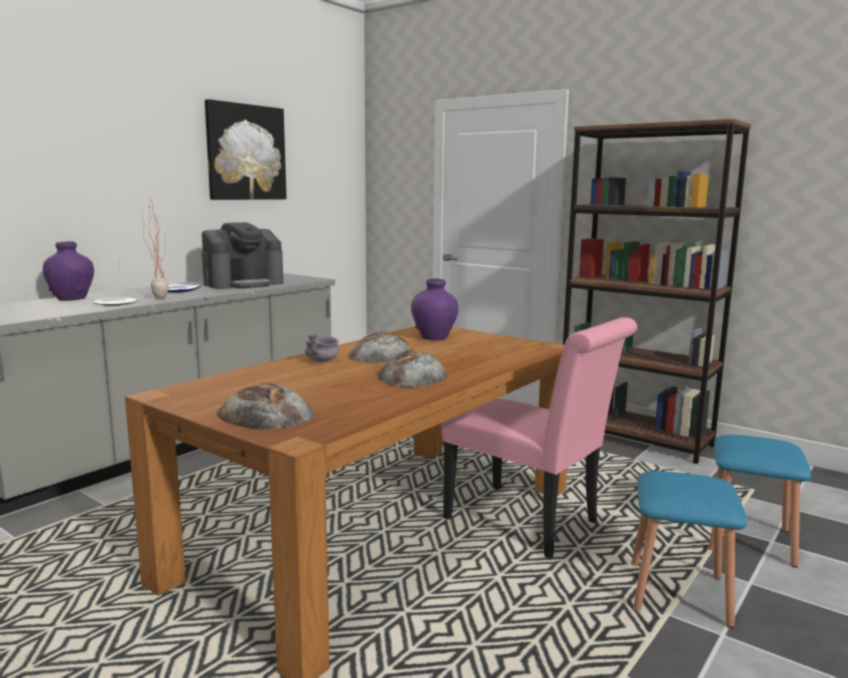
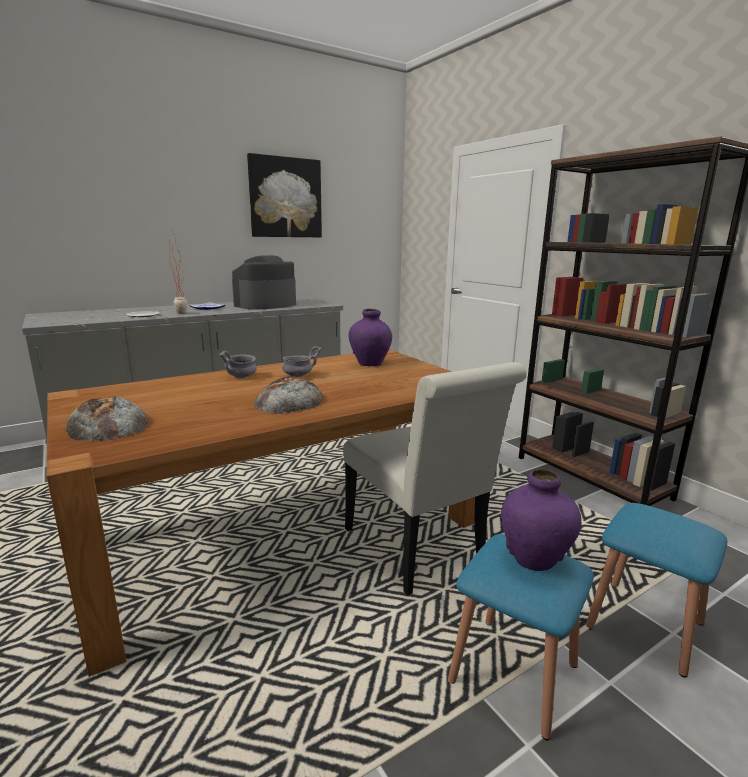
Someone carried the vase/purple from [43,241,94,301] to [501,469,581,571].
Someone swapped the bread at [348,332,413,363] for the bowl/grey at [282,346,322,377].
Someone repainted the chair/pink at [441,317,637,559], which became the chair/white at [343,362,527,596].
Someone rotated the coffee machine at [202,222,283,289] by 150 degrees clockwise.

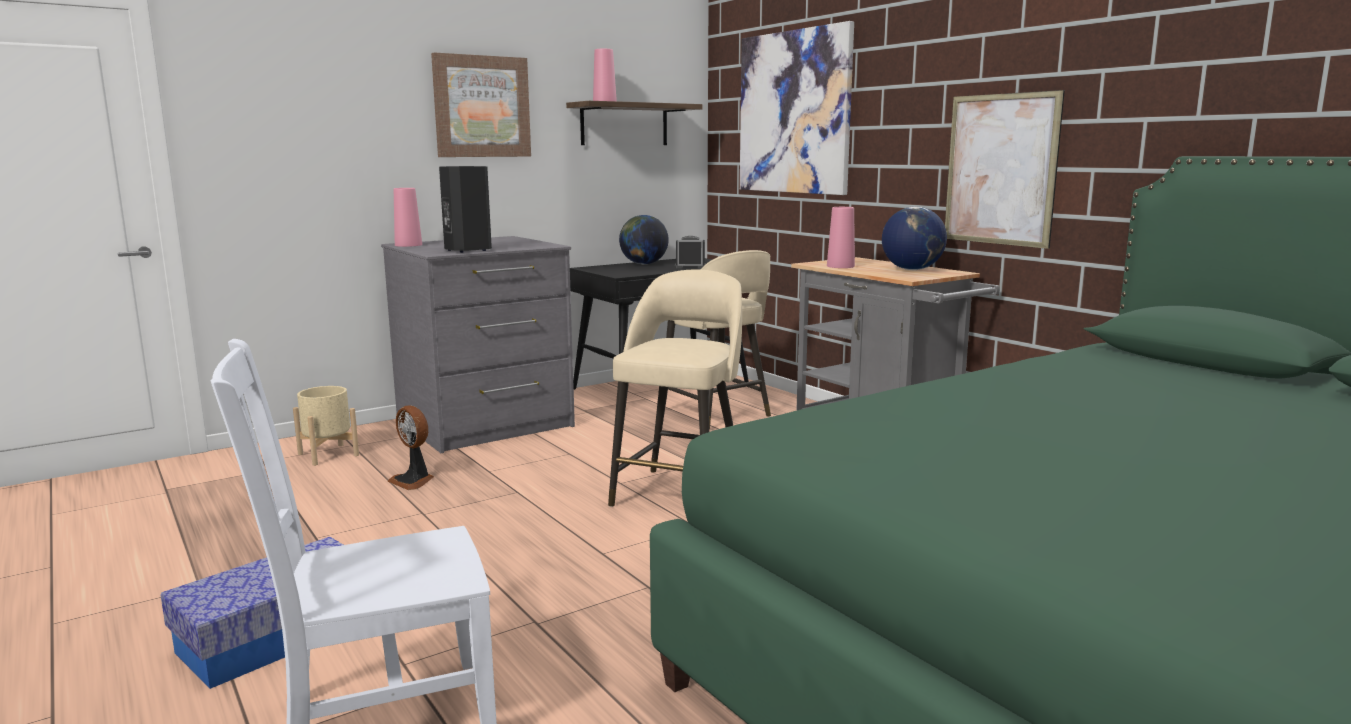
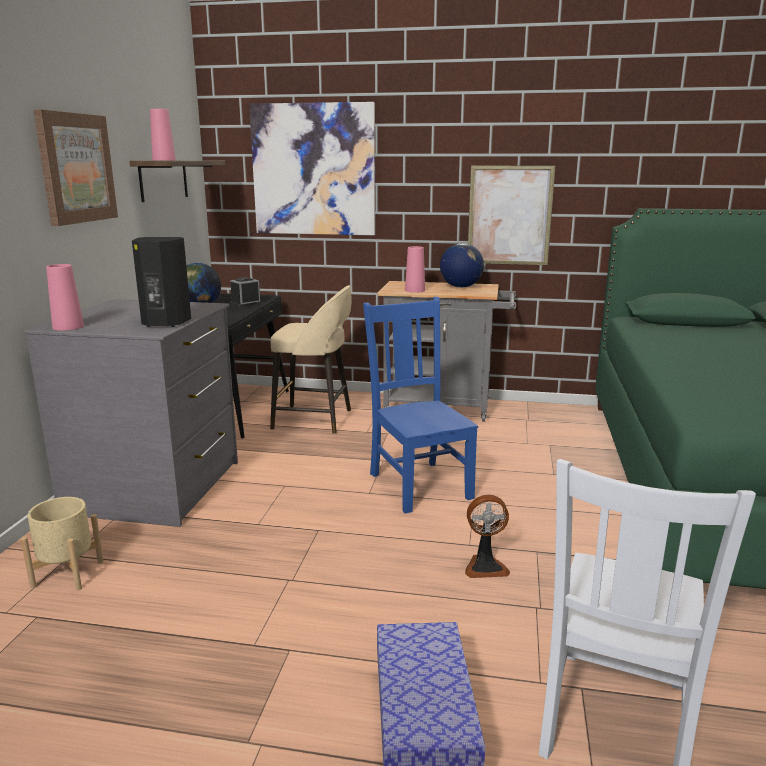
Someone carried the fan from [388,406,434,490] to [465,495,510,578].
Someone swapped the stool/beige at [608,269,742,507] for the chair/blue at [363,297,478,514].

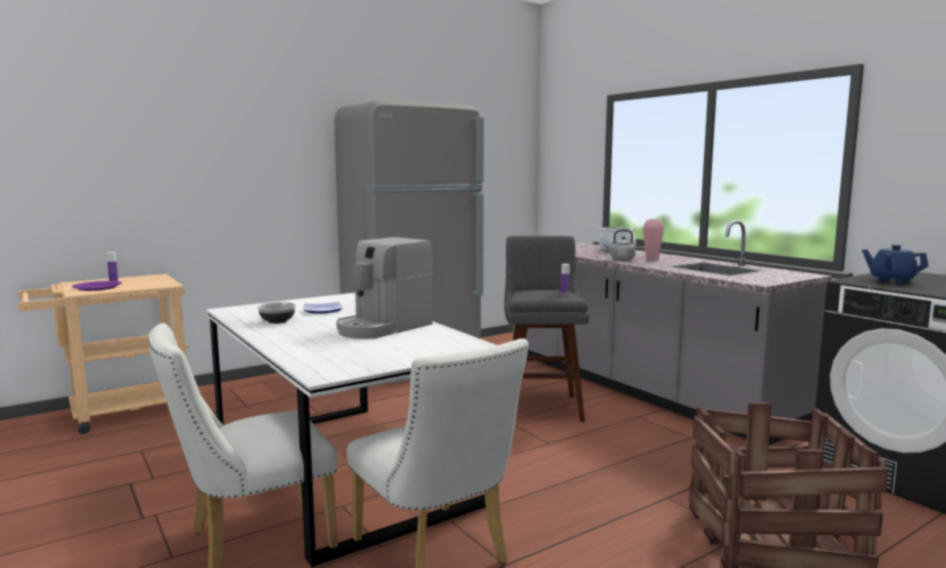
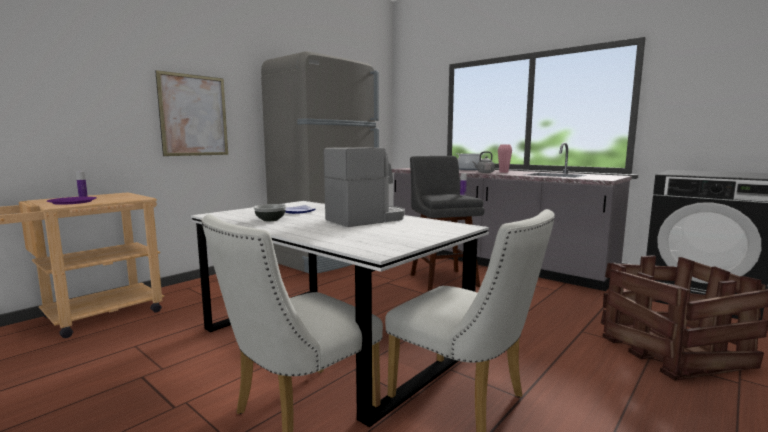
Someone took away the teapot/blue at [862,245,929,284].
Someone put up the picture at [155,70,228,156].
Someone rotated the coffee machine at [336,237,433,339] by 150 degrees counterclockwise.

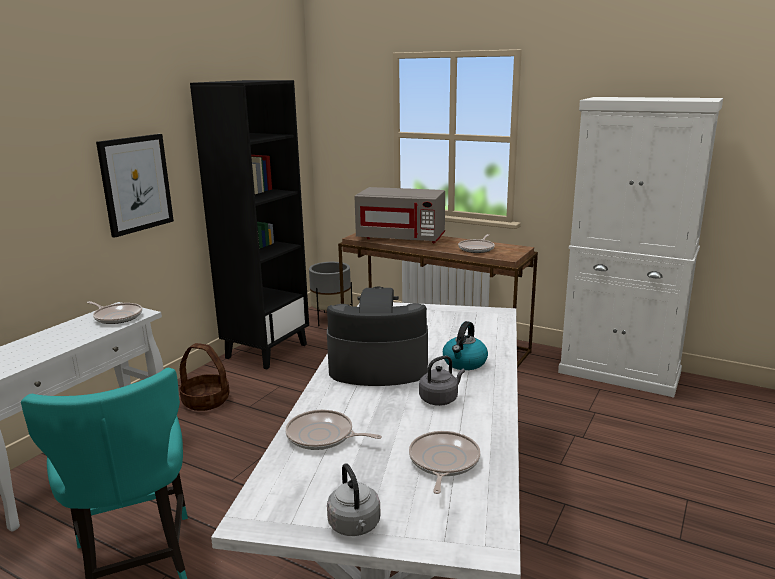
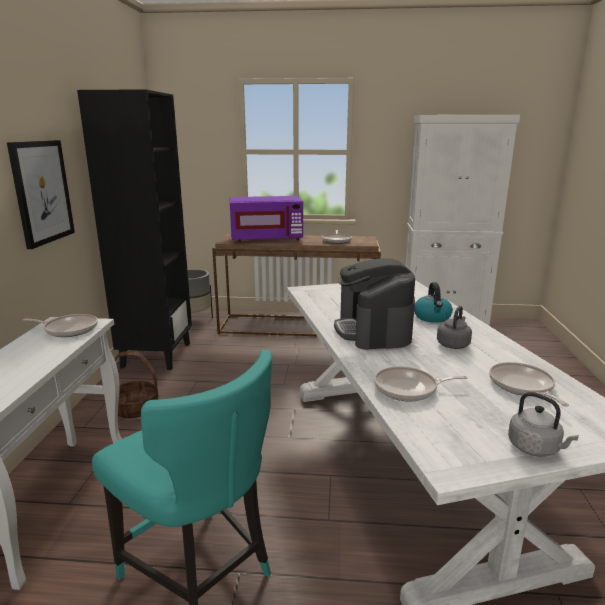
Someone repainted the microwave/grey at [355,187,445,243], which became the microwave/purple at [230,196,303,242].
Someone rotated the coffee machine at [327,287,428,386] by 75 degrees counterclockwise.

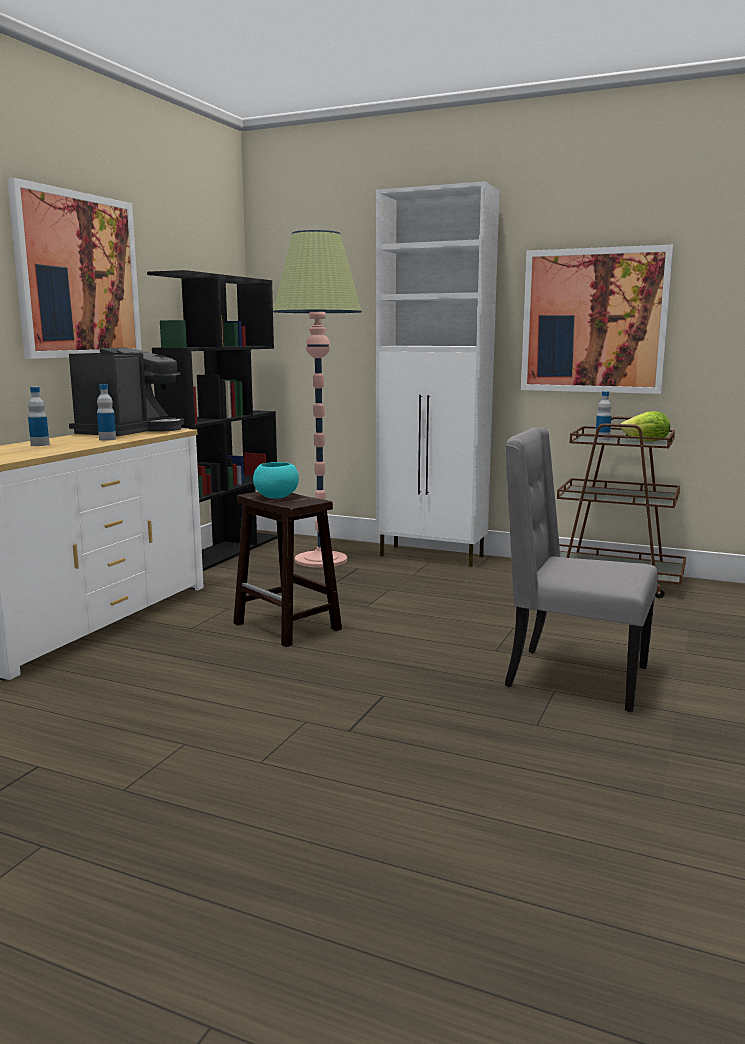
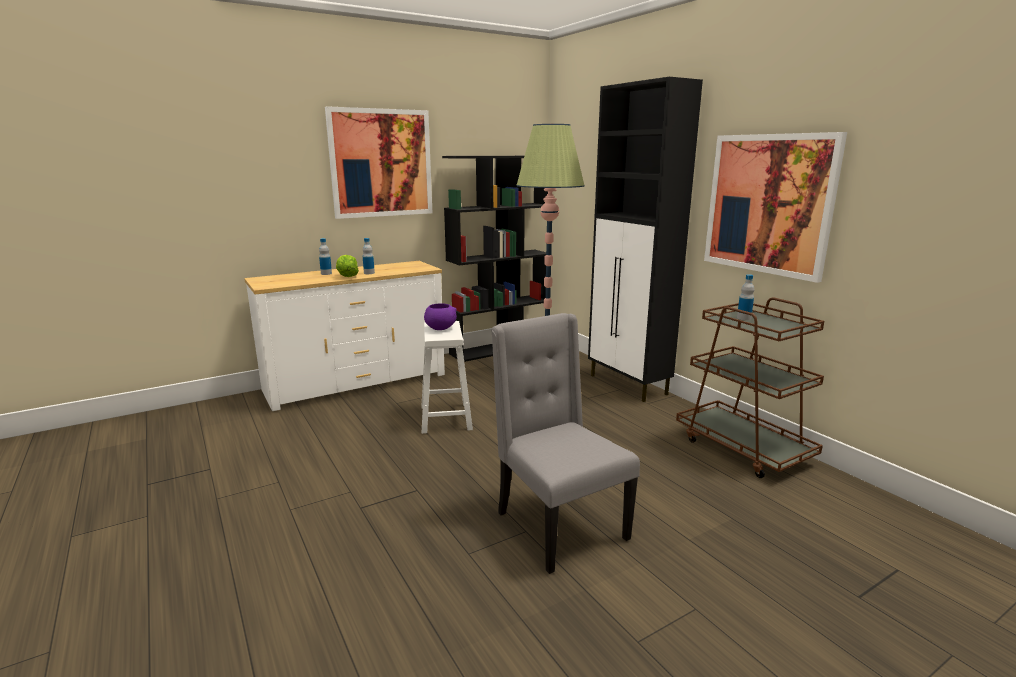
Someone took away the coffee machine at [69,348,184,436].
Someone carried the lettuce from [620,411,670,441] to [336,255,359,277].
Someone repainted the stool/brown at [233,492,342,647], which became the stool/white at [421,321,473,434].
Someone repainted the bowl/turquoise at [253,462,299,499], which became the bowl/purple at [424,304,457,330].
Someone repainted the cabinet/white at [376,181,499,567], which became the cabinet/black at [588,77,703,402].

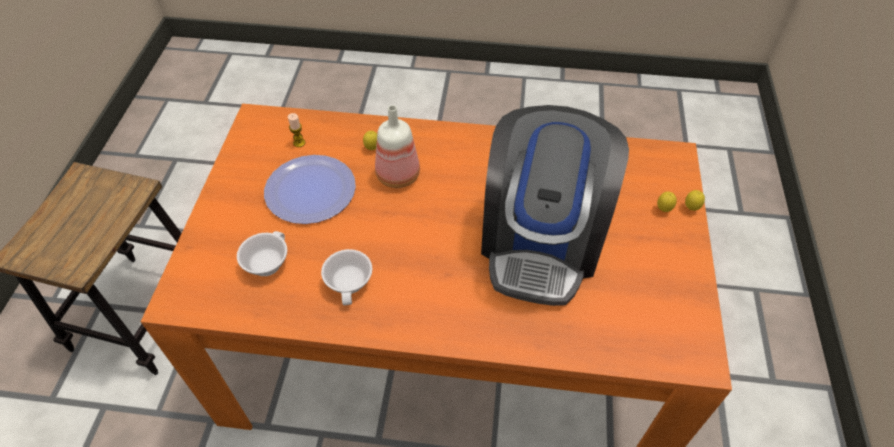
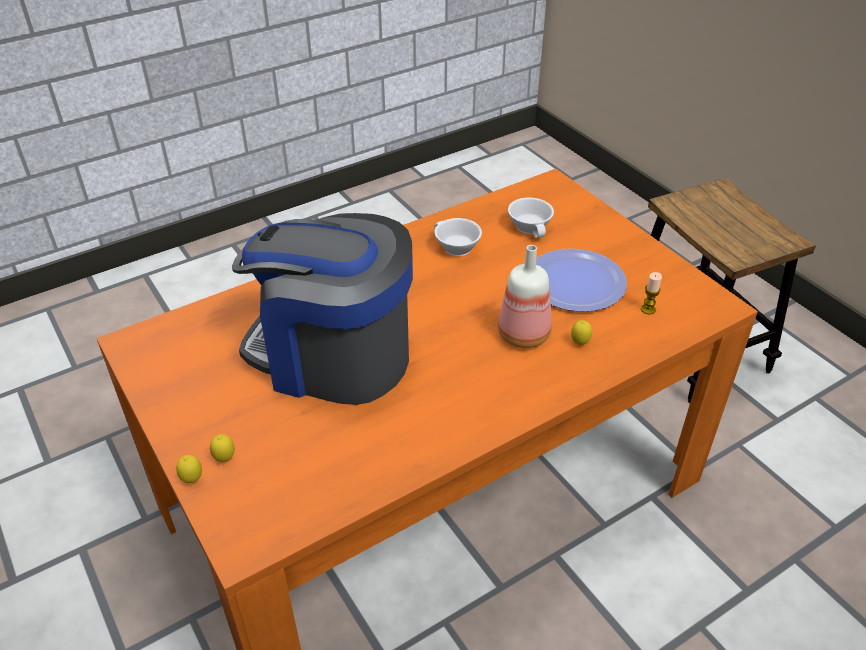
Someone rotated the coffee machine at [481,105,629,306] by 45 degrees counterclockwise.

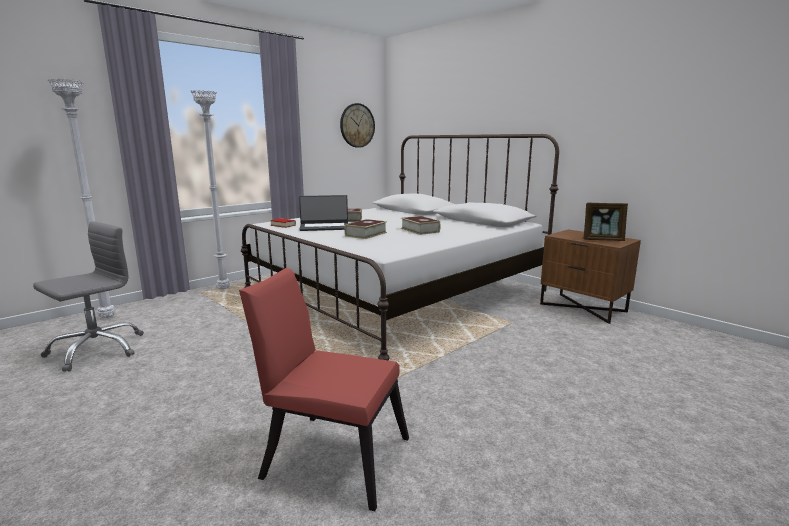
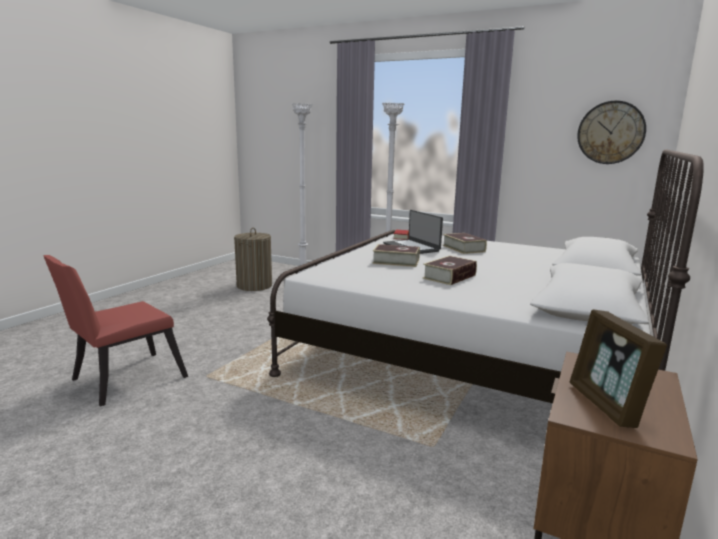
Someone swapped the office chair/grey at [33,221,144,372] for the laundry basket at [234,227,272,291].
Someone rotated the chair/red at [239,268,409,511] by 135 degrees counterclockwise.

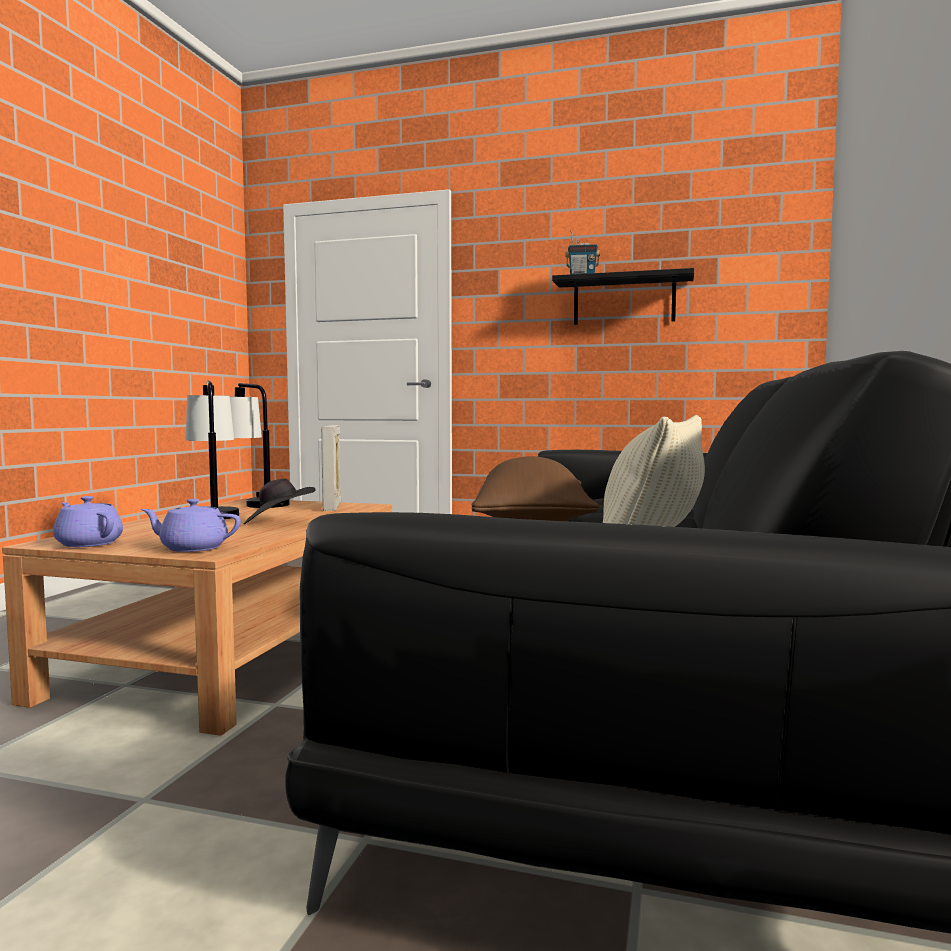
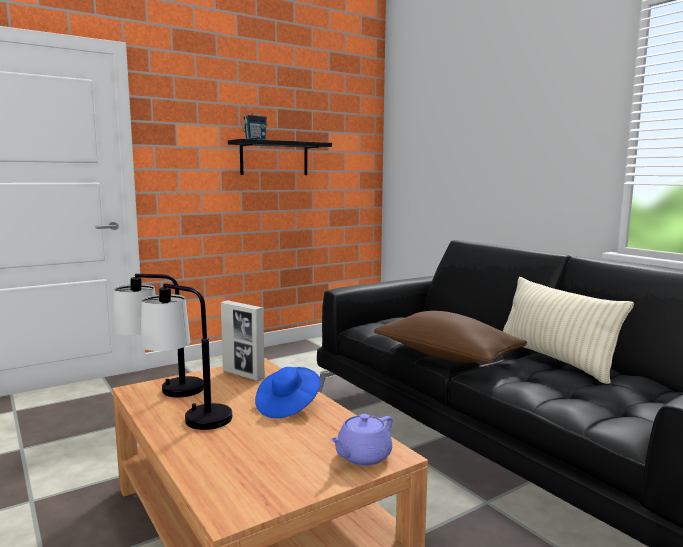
Someone took away the teapot/purple at [53,496,123,547].
Someone repainted the hat/black at [244,479,316,524], which became the hat/blue at [255,367,321,418].

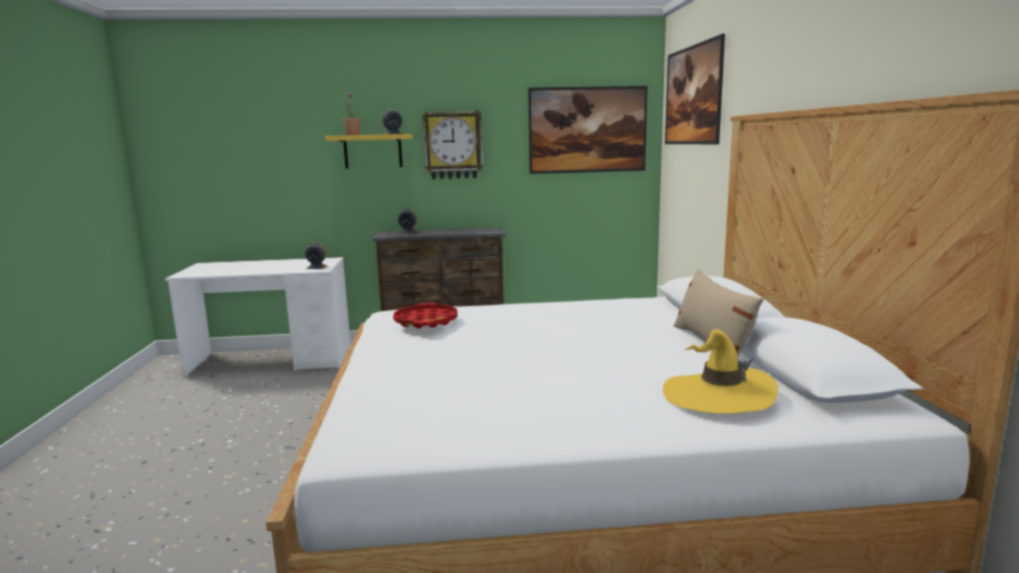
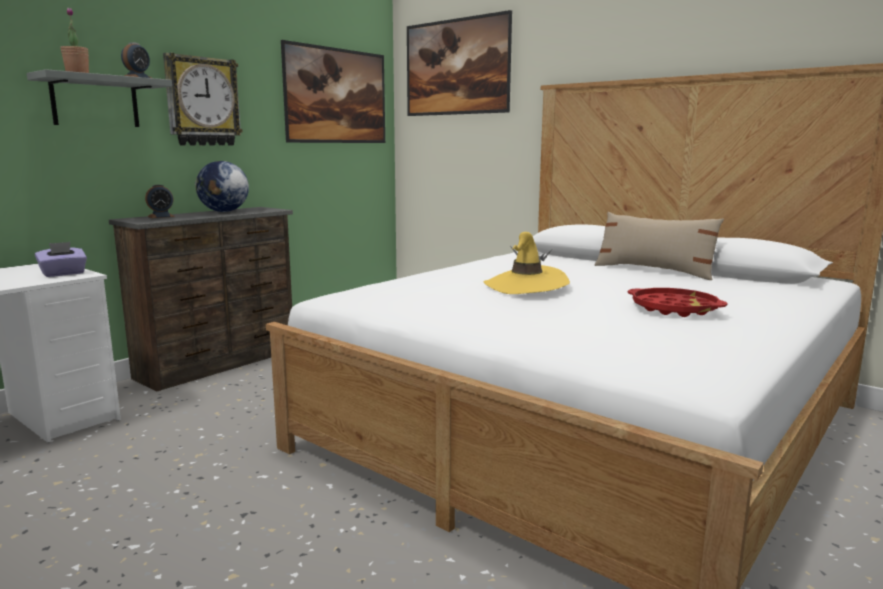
Someone put down the globe at [195,161,249,212].
Someone carried the tray/red from [393,303,458,329] to [628,288,728,317].
Someone carried the hat/yellow from [663,329,778,414] to [484,232,570,294].
Someone swapped the alarm clock at [305,243,327,269] for the tissue box/purple at [35,242,87,277].
Someone repainted the shelf/yellow at [325,134,413,169], which became the shelf/grey at [27,69,172,127].

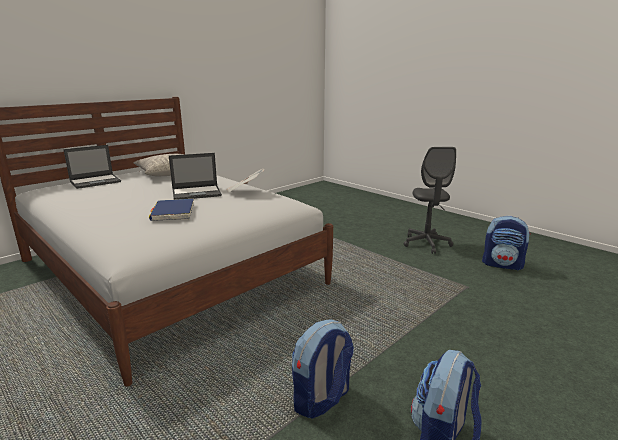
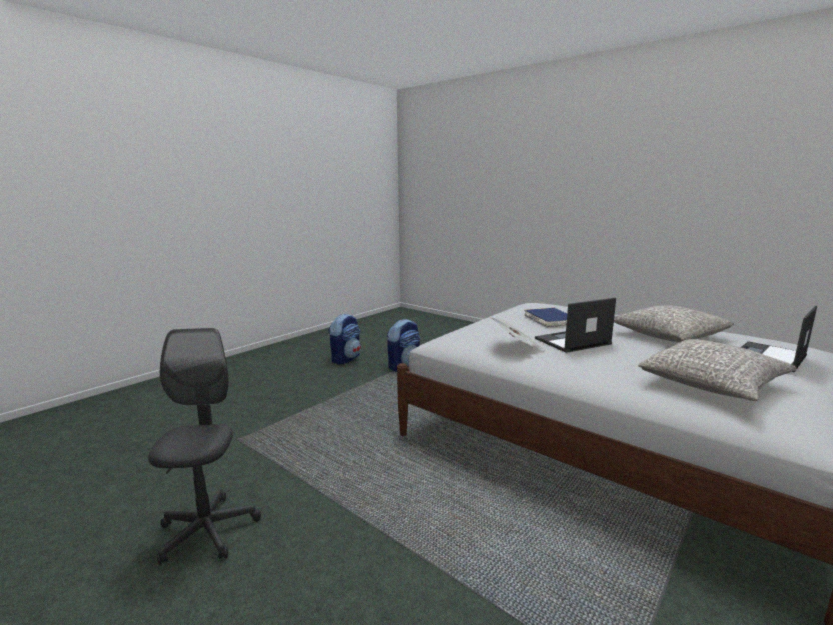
Someone took away the backpack at [482,216,531,270].
Someone put down the pillow/grey at [614,305,734,343].

